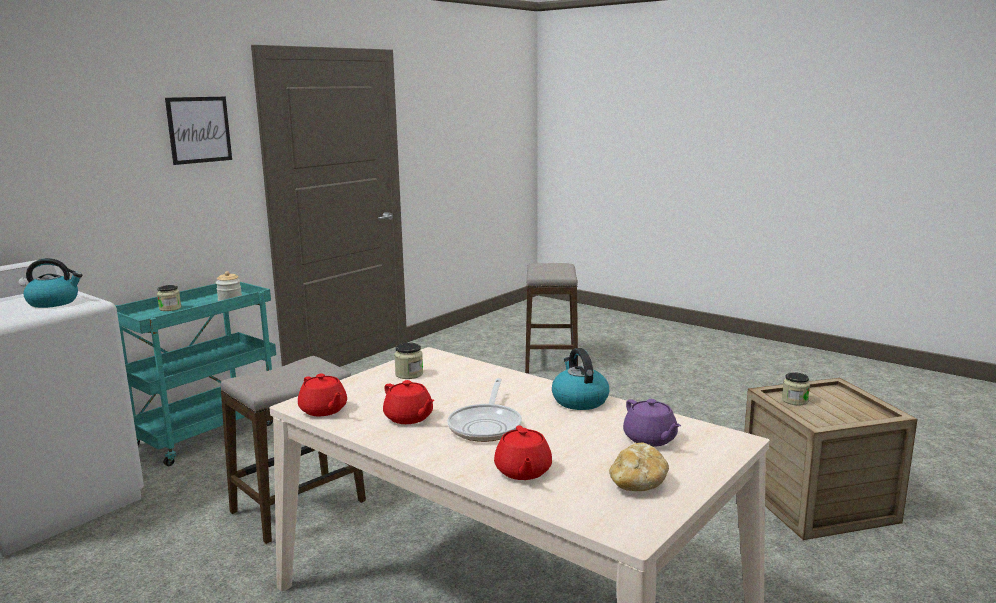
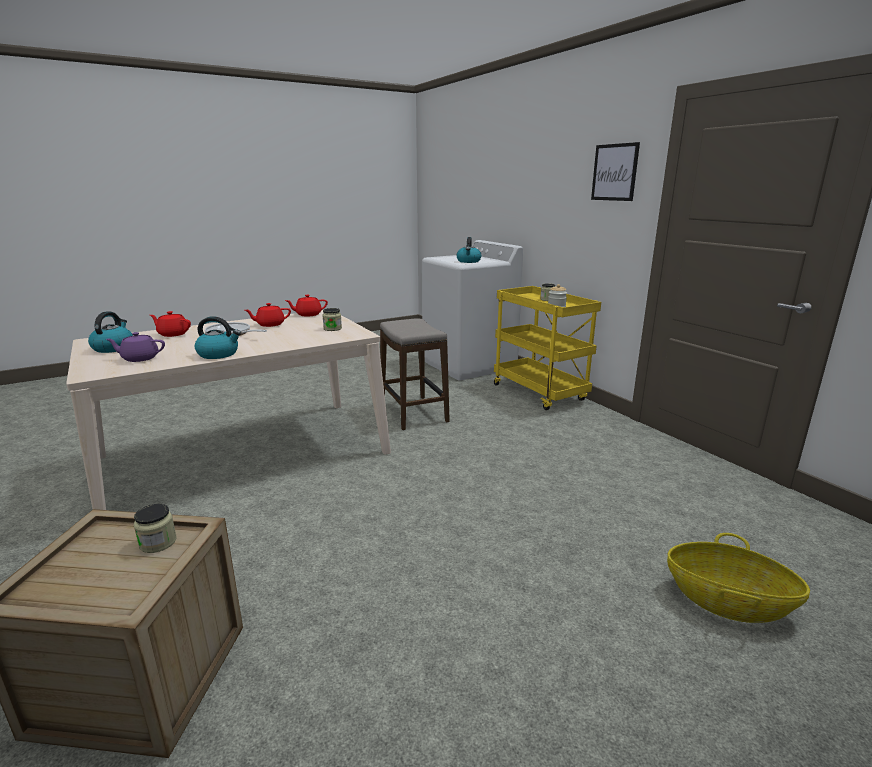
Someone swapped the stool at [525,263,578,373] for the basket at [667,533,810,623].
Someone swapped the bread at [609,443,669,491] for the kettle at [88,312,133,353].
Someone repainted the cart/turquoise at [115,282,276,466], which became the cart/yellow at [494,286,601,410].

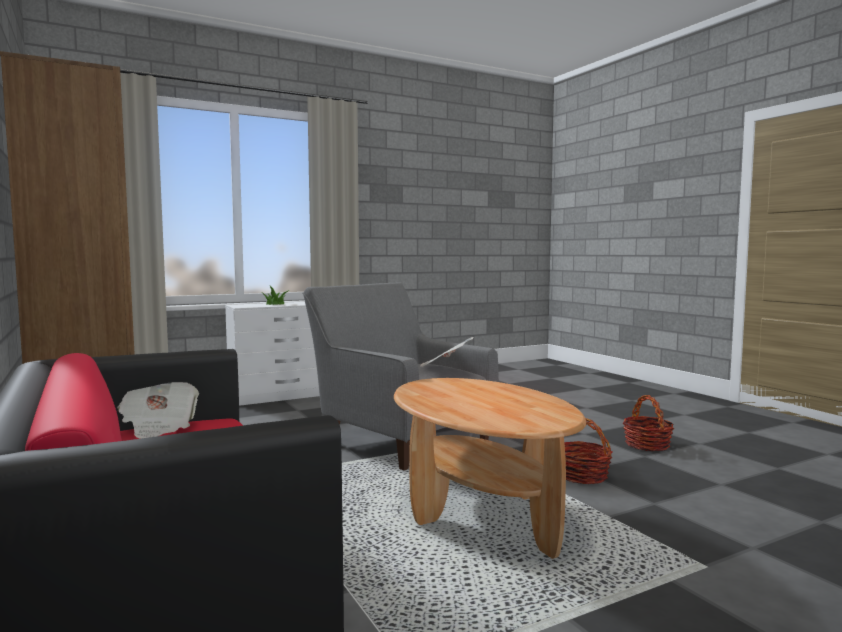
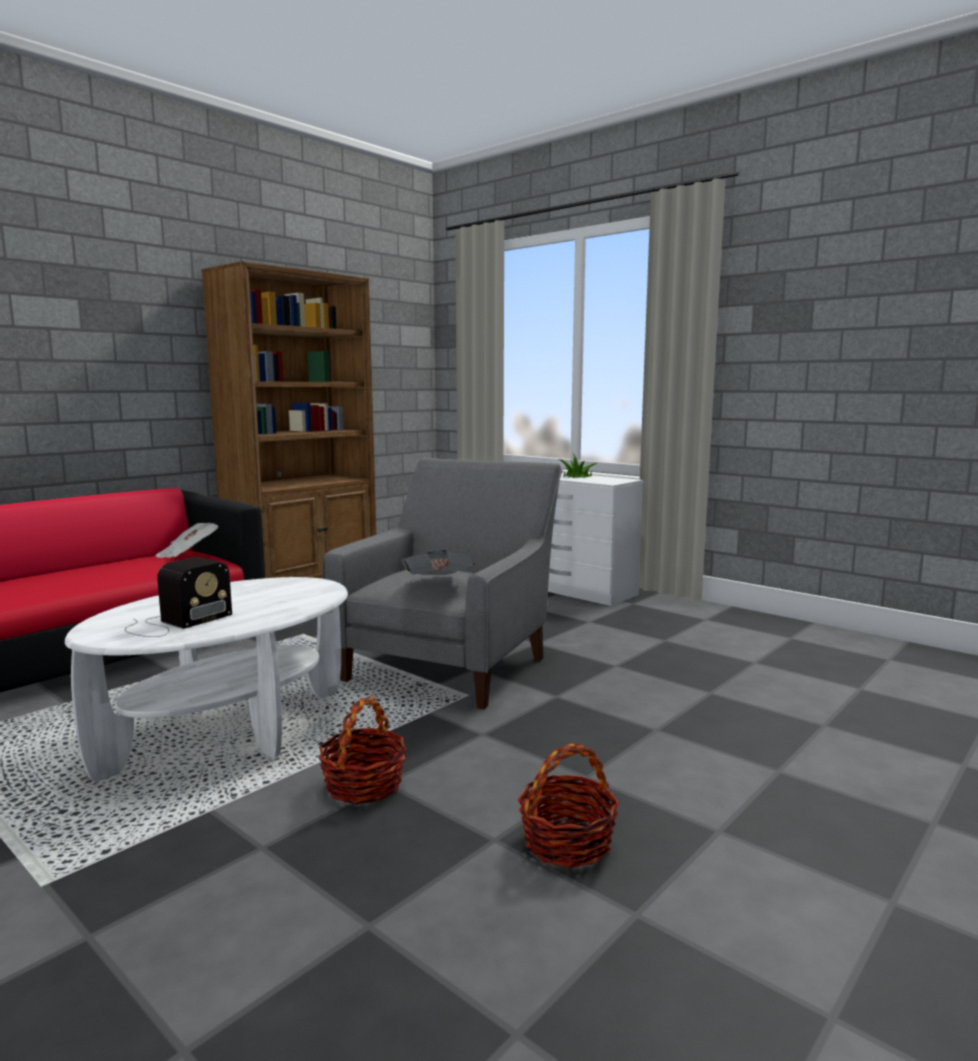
Someone put down the radio at [125,557,232,637].
Someone repainted the coffee table/brown at [394,378,586,559], which became the coffee table/white at [65,577,348,782].

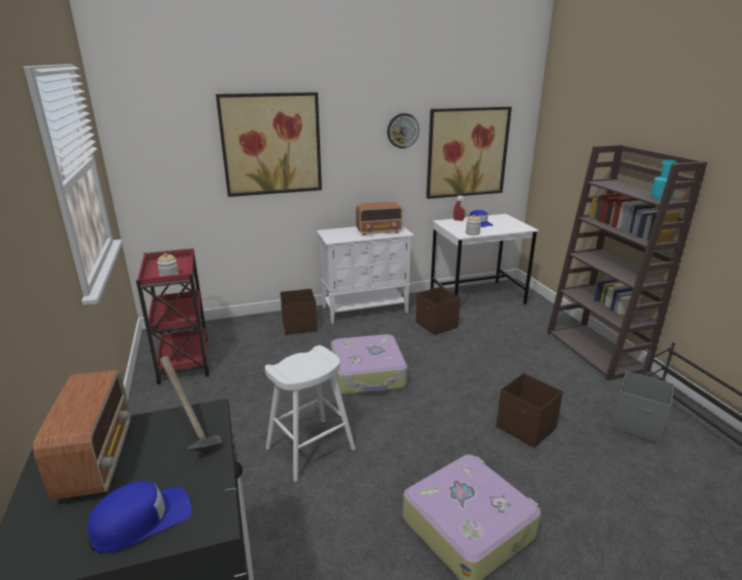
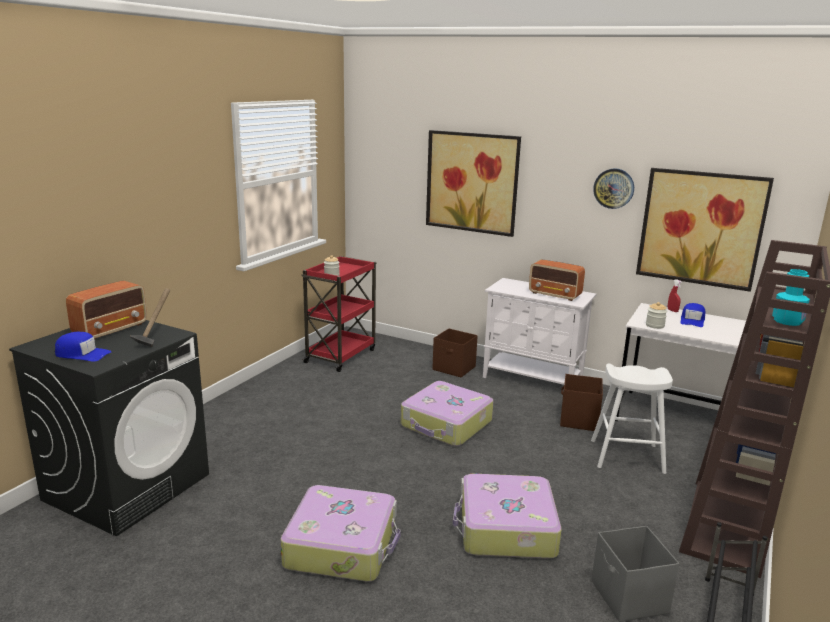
Someone carried the stool/white from [265,345,356,482] to [591,363,673,474].
Someone swapped the storage box/brown at [496,373,563,448] for the suitcase at [453,474,562,559].

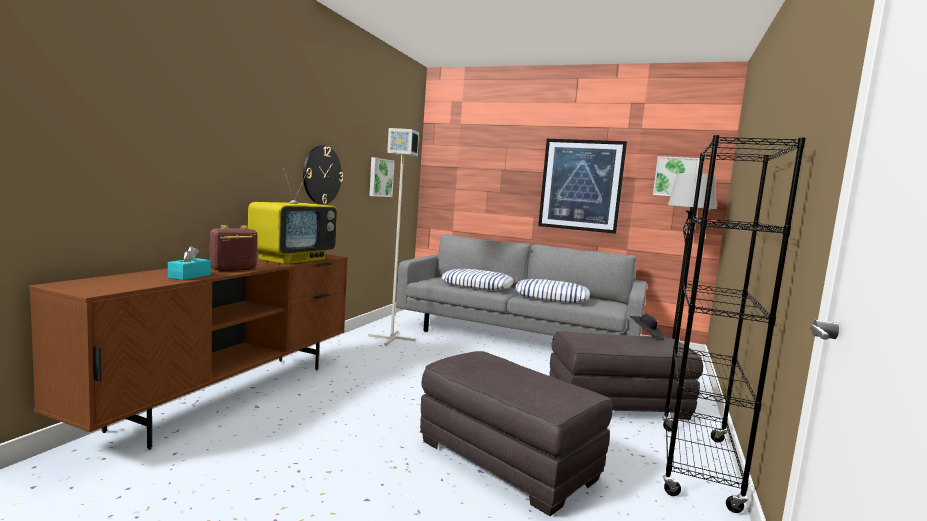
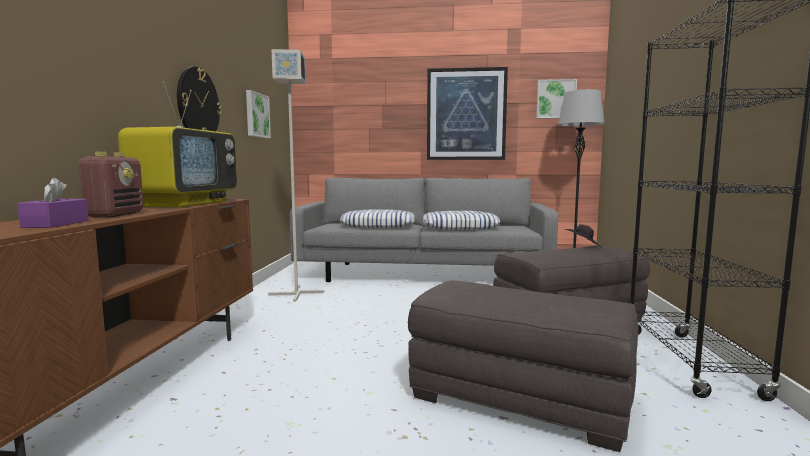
Someone repainted the tissue box/turquoise at [168,246,211,280], which became the tissue box/purple at [17,177,89,228].
Someone rotated the radio at [210,225,258,271] by 150 degrees clockwise.

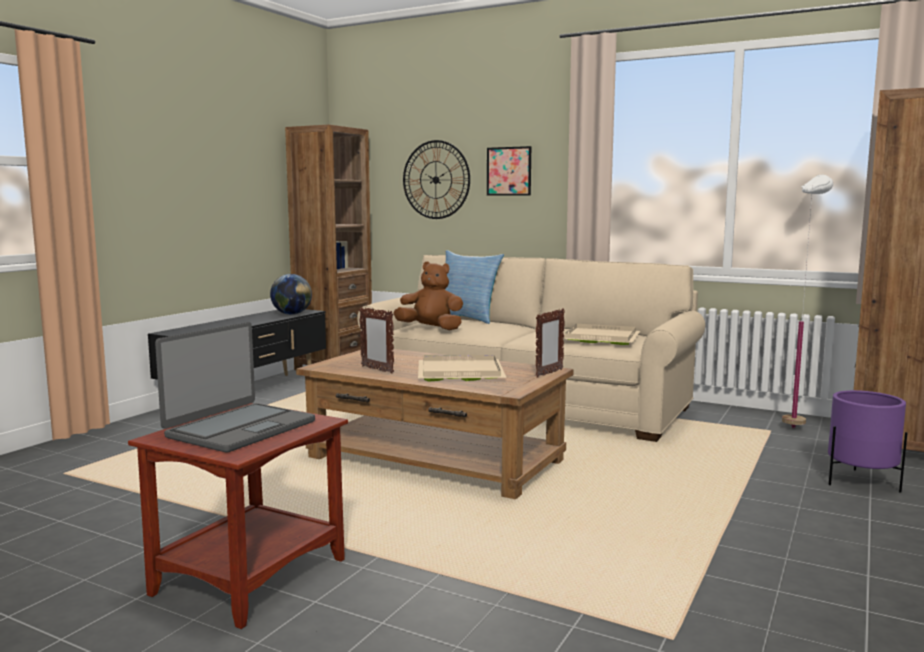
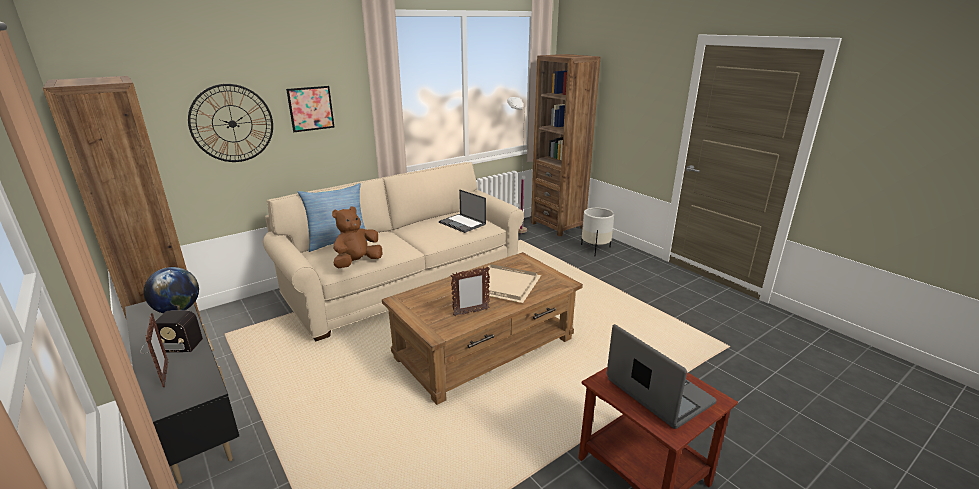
Someone put down the radio at [140,310,203,354].
Someone carried the picture frame from [536,308,565,377] to [145,313,169,387].
Someone swapped the tray/beige at [564,324,640,345] for the laptop at [439,189,486,233].
Someone repainted the planter/purple at [828,390,908,493], which became the planter/white at [581,208,614,255].

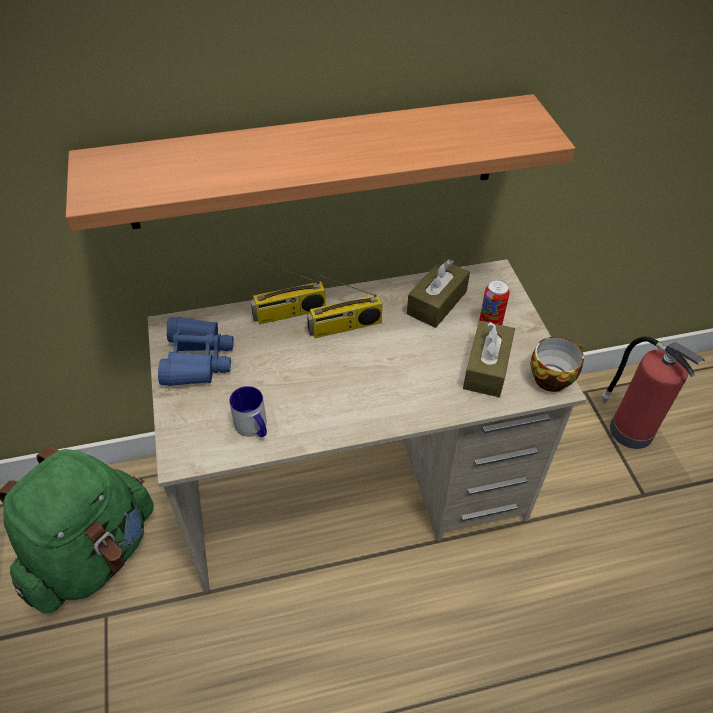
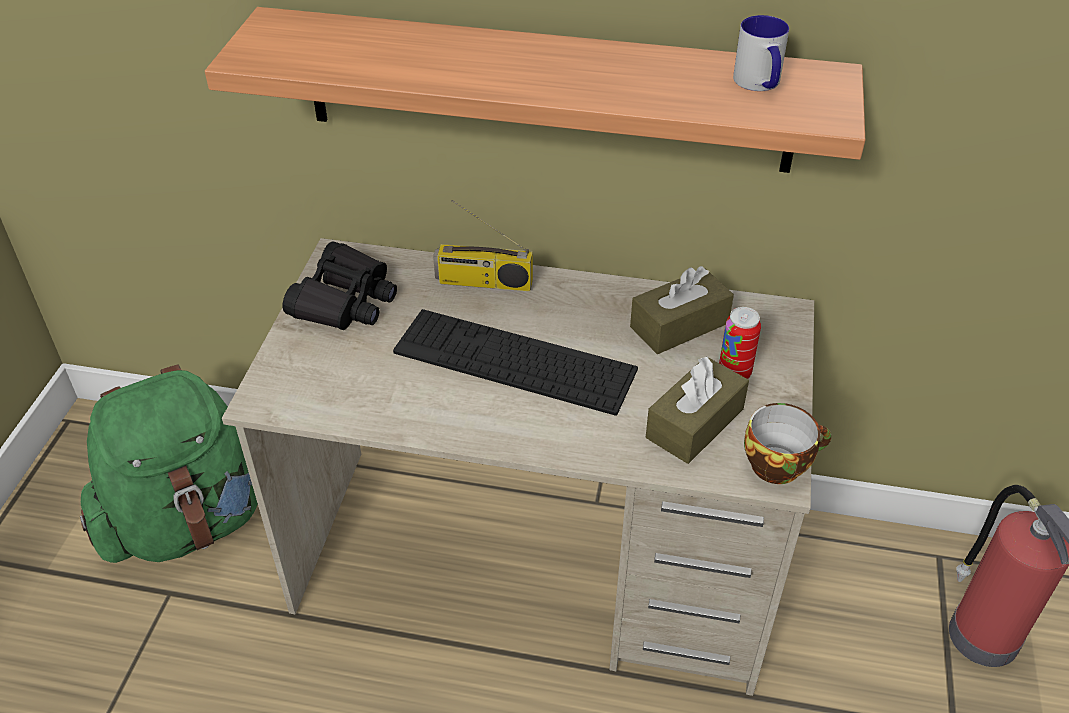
Someone took away the radio at [307,275,383,338].
Someone put down the keyboard at [393,309,638,416].
Someone carried the mug from [229,386,267,437] to [733,15,789,91].
Someone repainted the binoculars/blue at [158,317,233,386], which became the binoculars/black at [283,241,397,330].

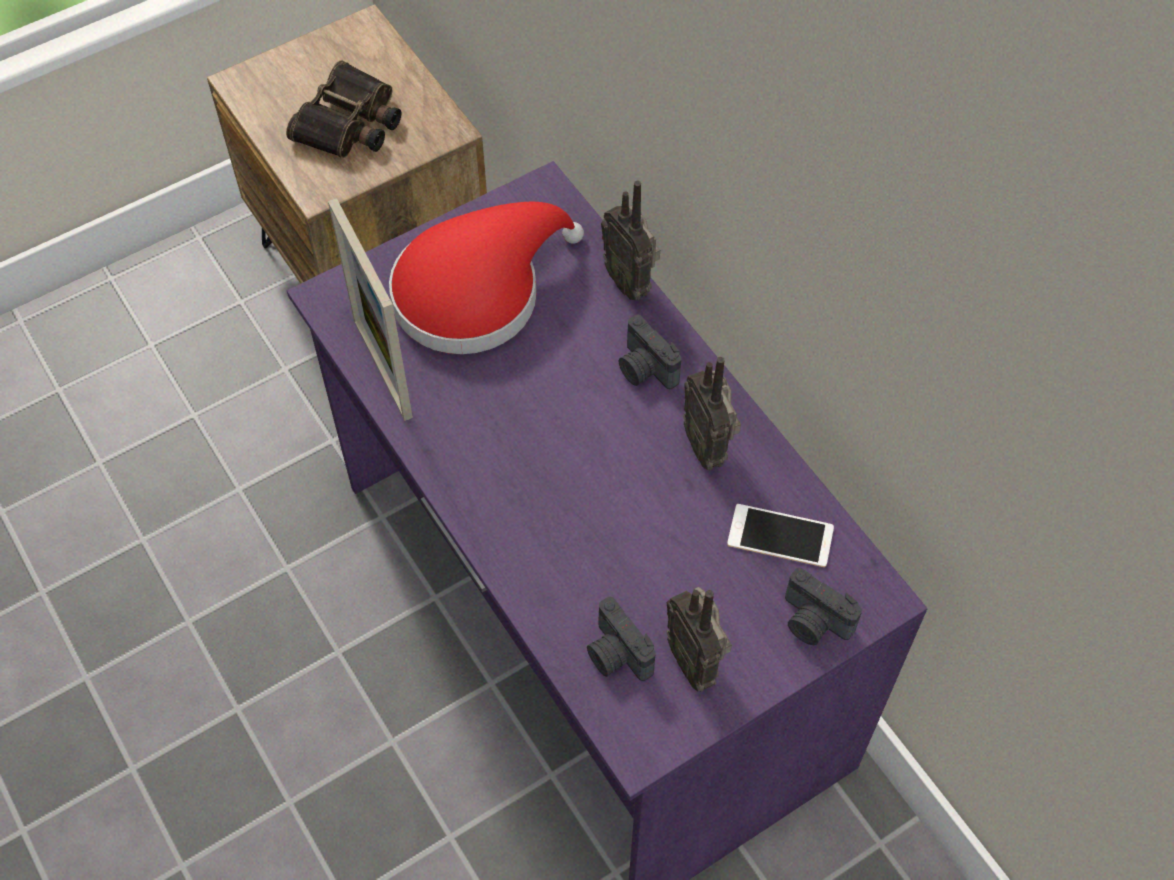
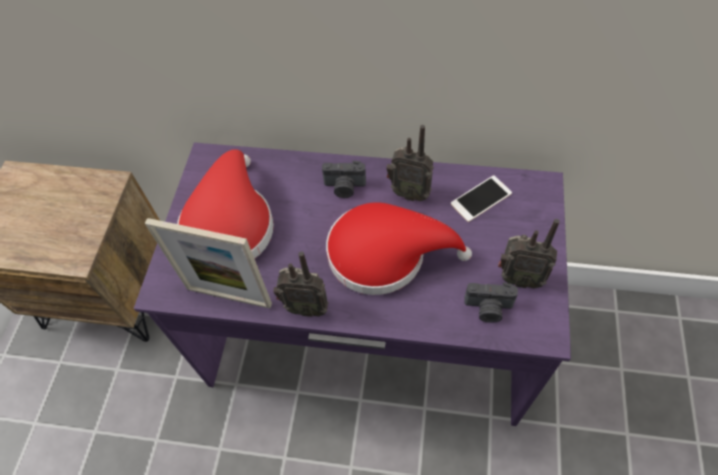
Someone took away the binoculars at [286,60,402,158].
Someone took away the photo camera at [785,568,862,645].
Someone put down the hat/red at [326,202,472,295].
Someone carried the radio from [601,181,660,300] to [273,252,329,317].

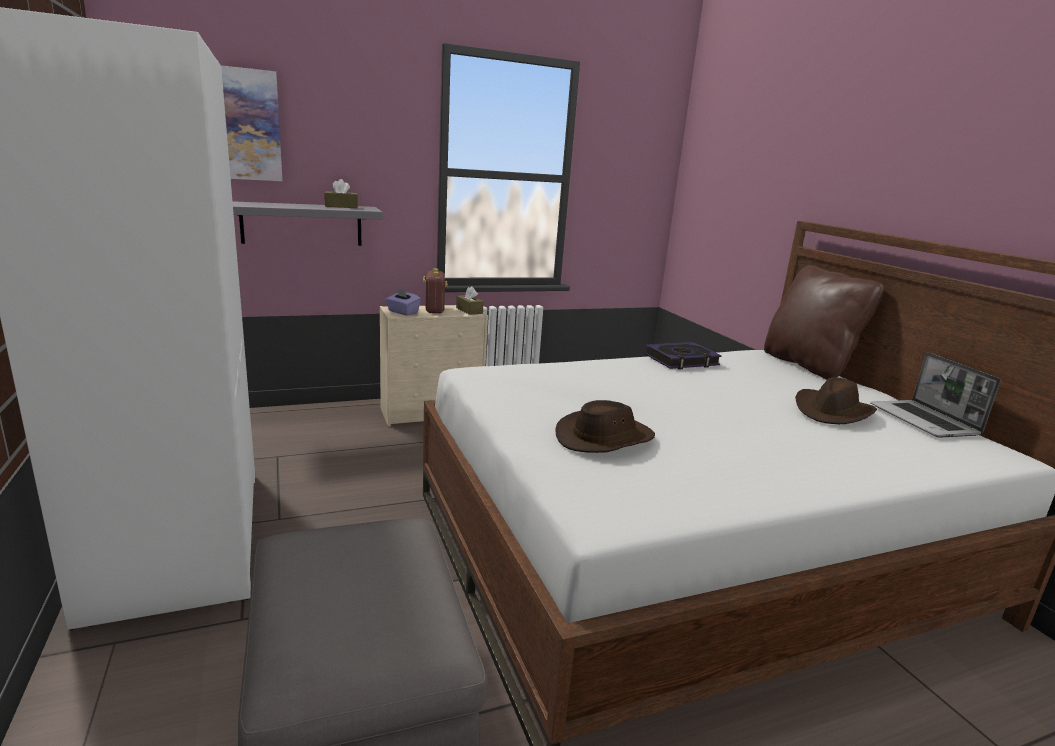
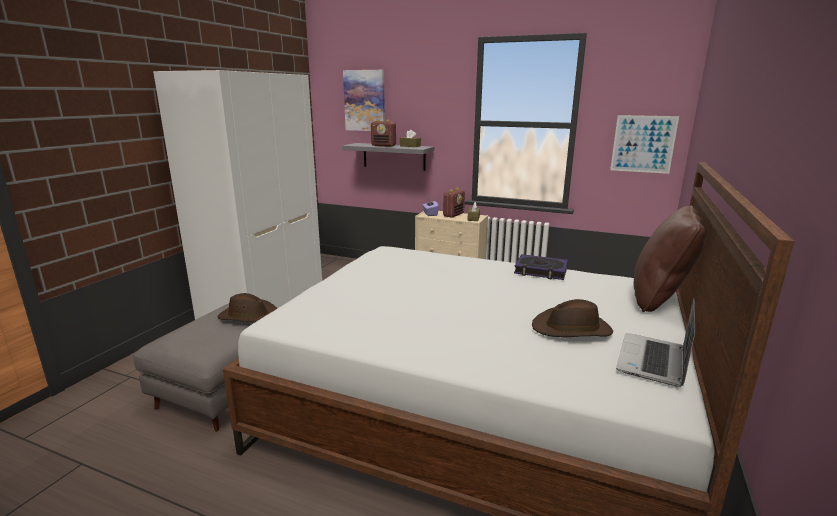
Someone put down the radio at [371,119,396,147].
Someone put up the picture at [610,115,679,174].
Someone carried the hat/brown from [555,400,655,453] to [218,293,278,322].

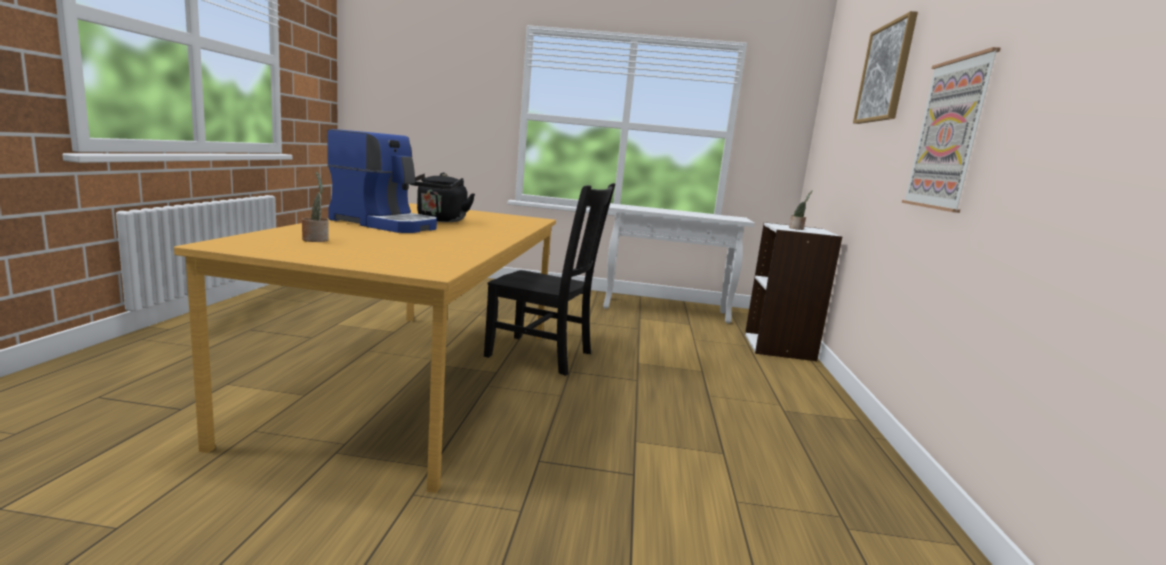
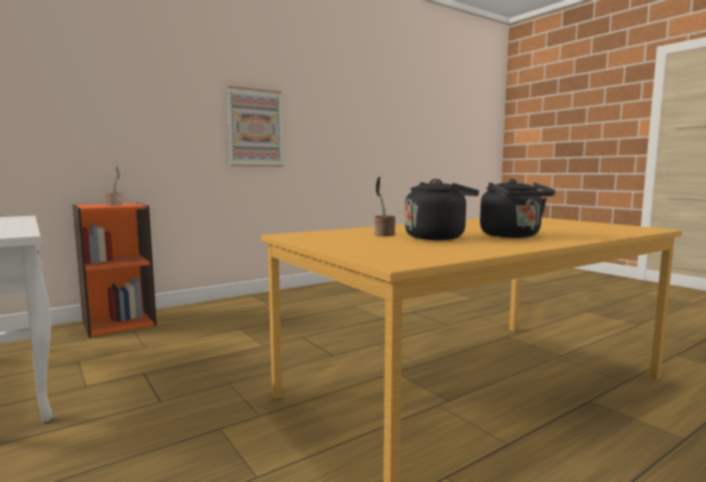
Someone took away the chair/black at [484,183,615,376].
Someone took away the picture at [853,11,918,124].
Someone carried the potted plant from [302,171,329,242] to [374,176,395,236].
Someone swapped the coffee machine at [327,129,437,233] for the kettle/black at [480,179,556,238].
Someone repainted the bookcase/white at [745,222,842,361], which became the bookcase/orange at [72,203,157,337].

